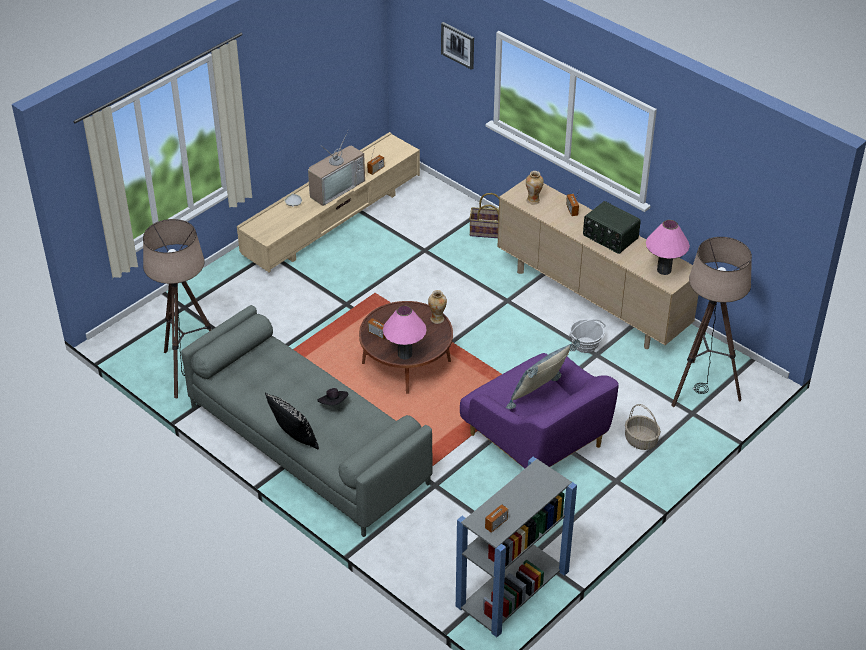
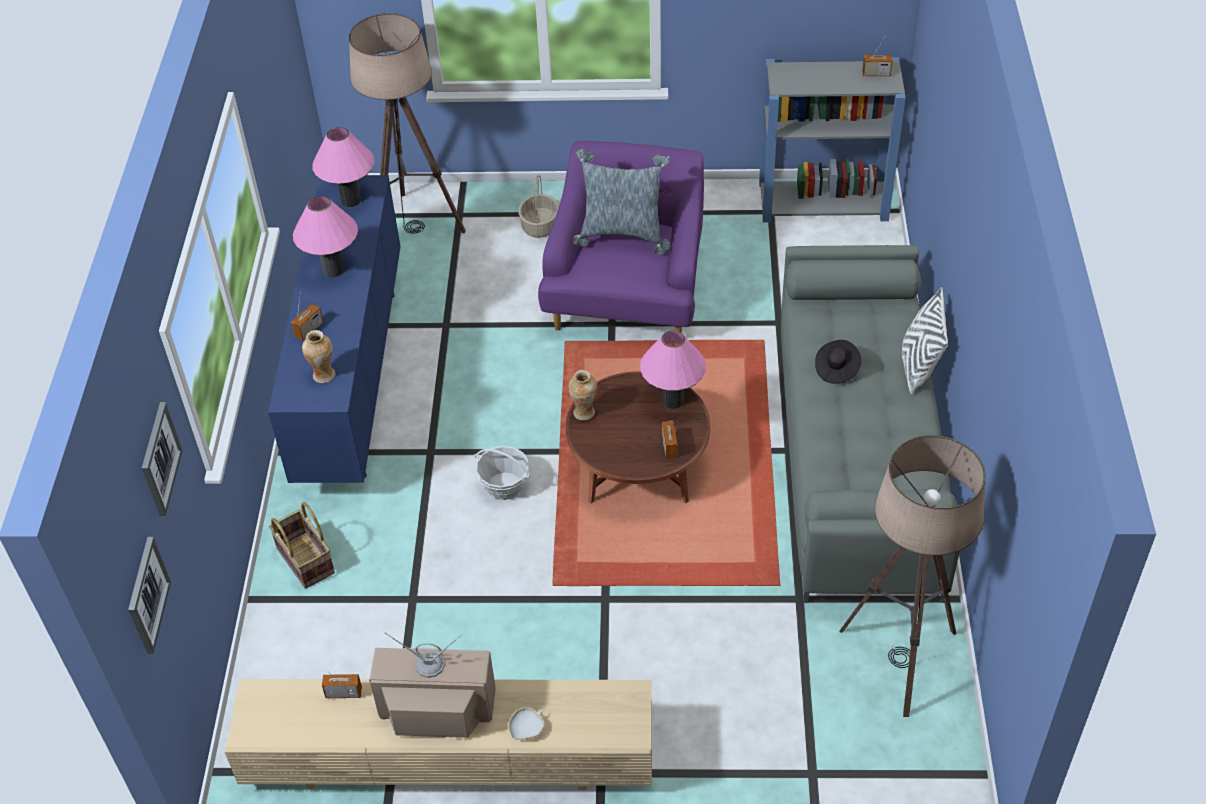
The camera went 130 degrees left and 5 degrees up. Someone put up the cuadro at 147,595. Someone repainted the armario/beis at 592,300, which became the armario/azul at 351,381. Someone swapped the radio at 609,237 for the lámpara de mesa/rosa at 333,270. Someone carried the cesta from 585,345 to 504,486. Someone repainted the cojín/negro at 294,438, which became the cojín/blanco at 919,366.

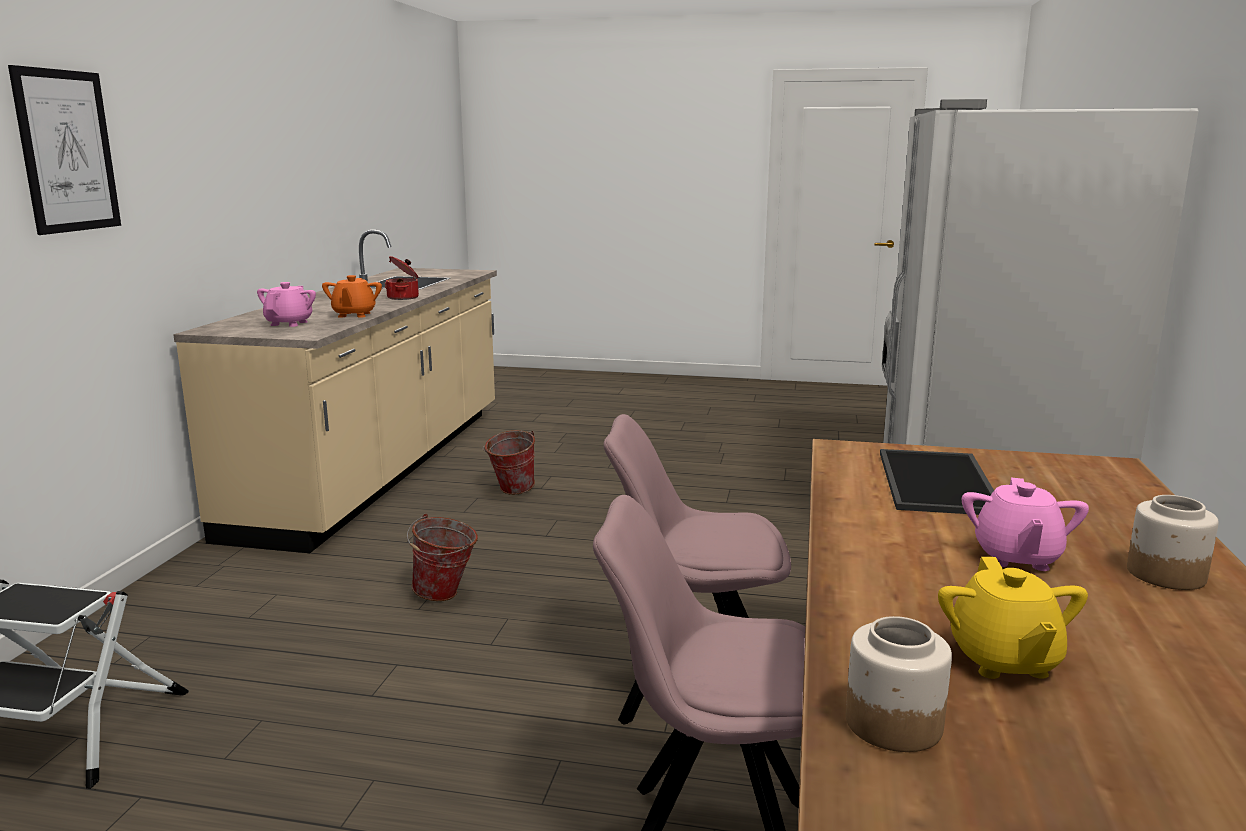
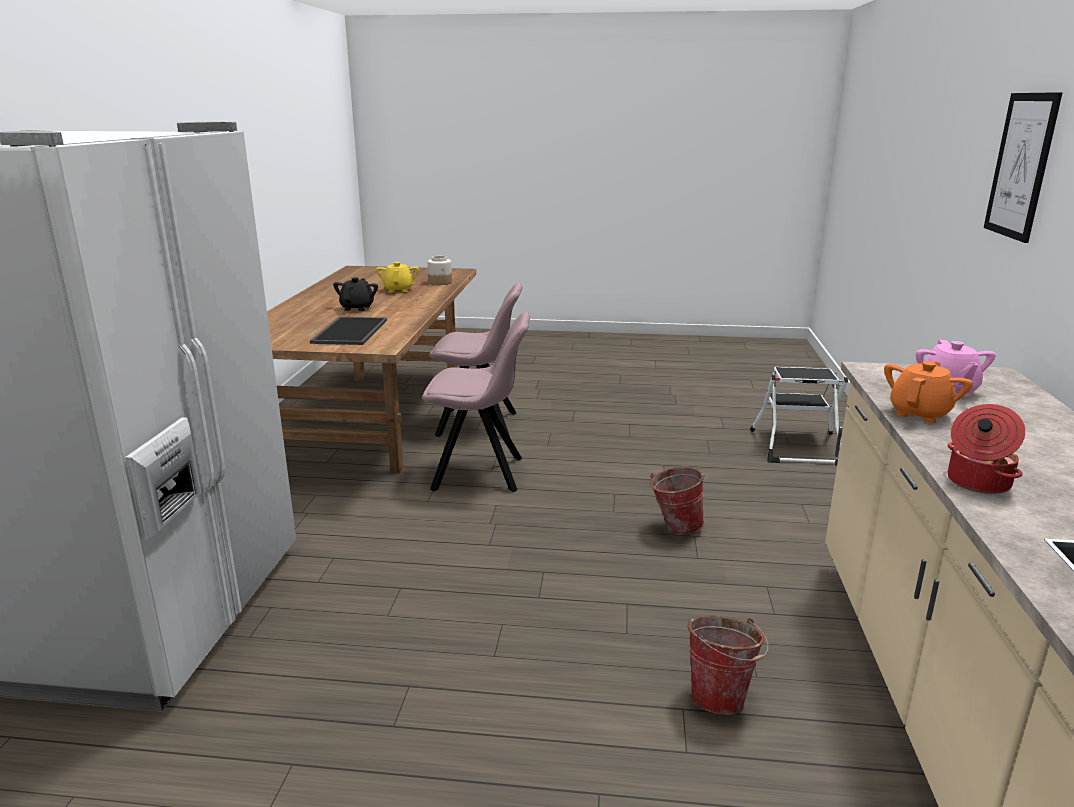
The camera went 175 degrees right and 5 degrees up. Someone repainted the tetera/rosa at 1016,557, which became the tetera/negro at 357,308. Someone rotated the tetera/naranja at 354,315 by 45 degrees clockwise. Someone took away the tarro at 1165,574.

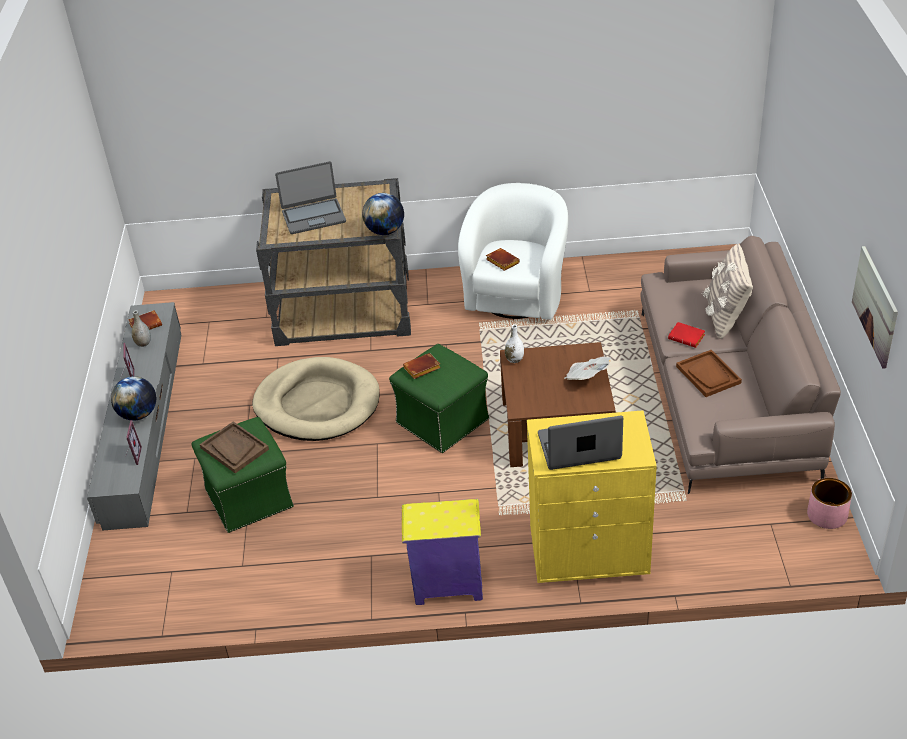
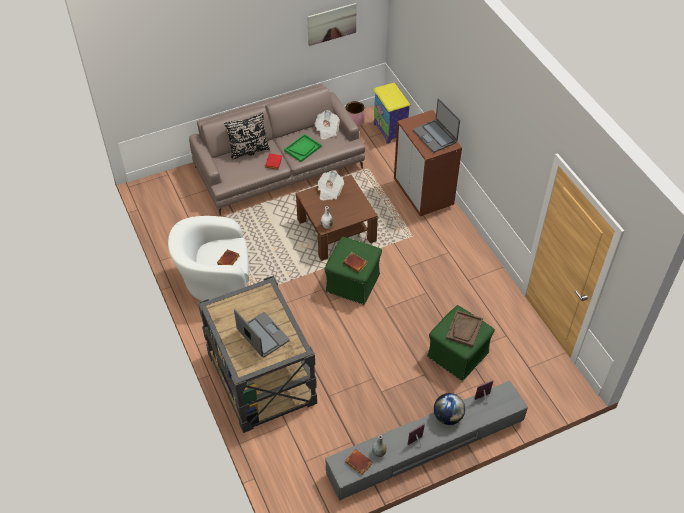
The camera went 115 degrees left and 10 degrees up. Someone repainted the cojín/beis at 724,317, which became the cojín/negro at 249,151. Someone repainted the bandeja/marrón at 708,375, which became the bandeja/verde at 302,148. Someone put down the periódico at 327,130. Someone carried the mesita de noche from 446,584 to 389,131. Someone repainted the armario/amarillo at 587,557, which became the armario/marrón at 423,195. Someone took away the cama para perro/beis at 317,404. Someone took away the globo terráqueo at 385,231.

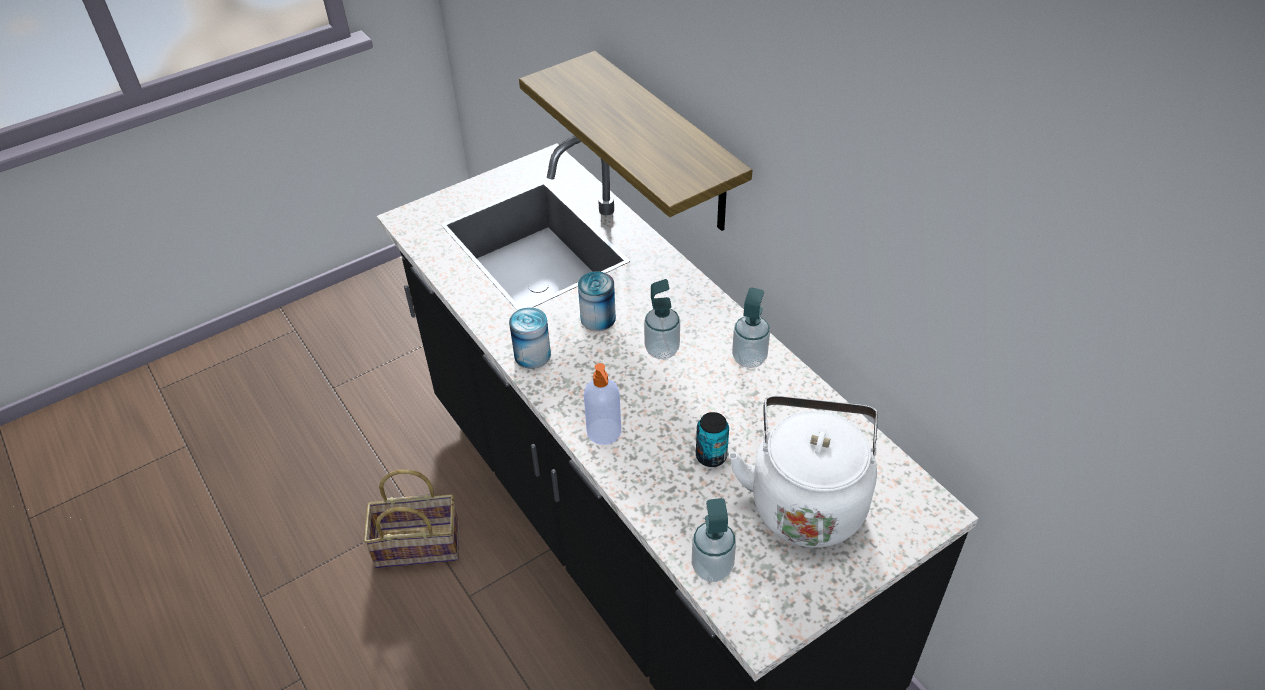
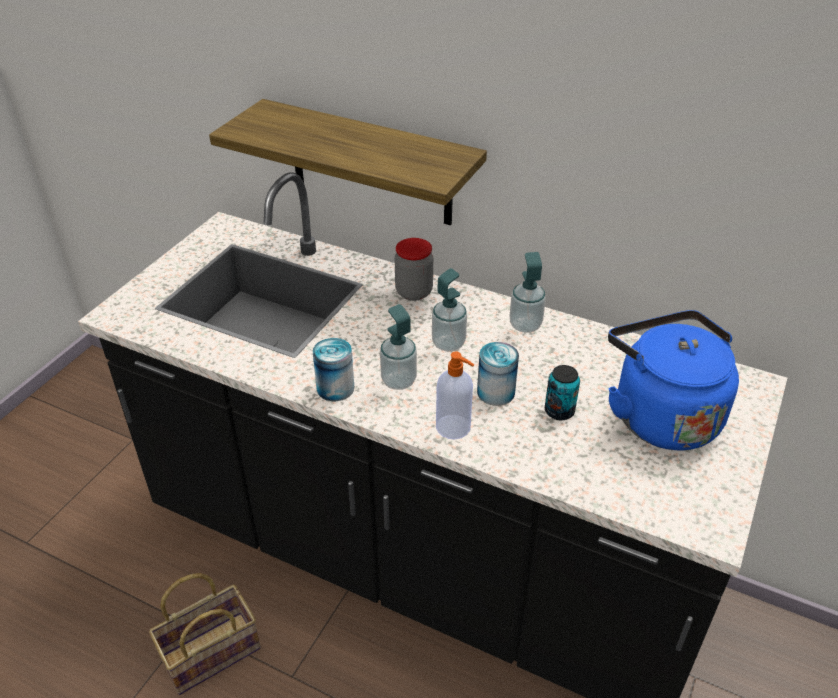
The camera went 30 degrees left and 5 degrees down. Someone carried the dispensador de jabón from 712,567 to 398,381. Someone put down the tarro at 414,292. Someone carried the lata from 598,318 to 496,392. Someone repainted the hervidor/blanco at 806,500, which became the hervidor/azul at 660,415.

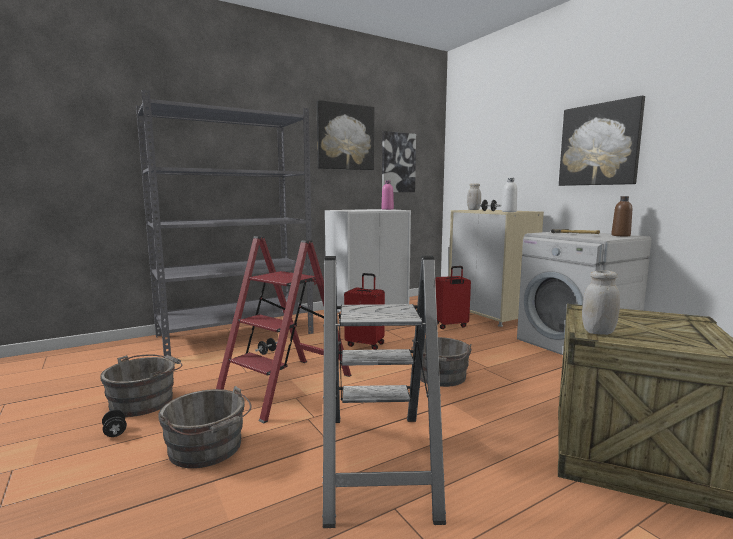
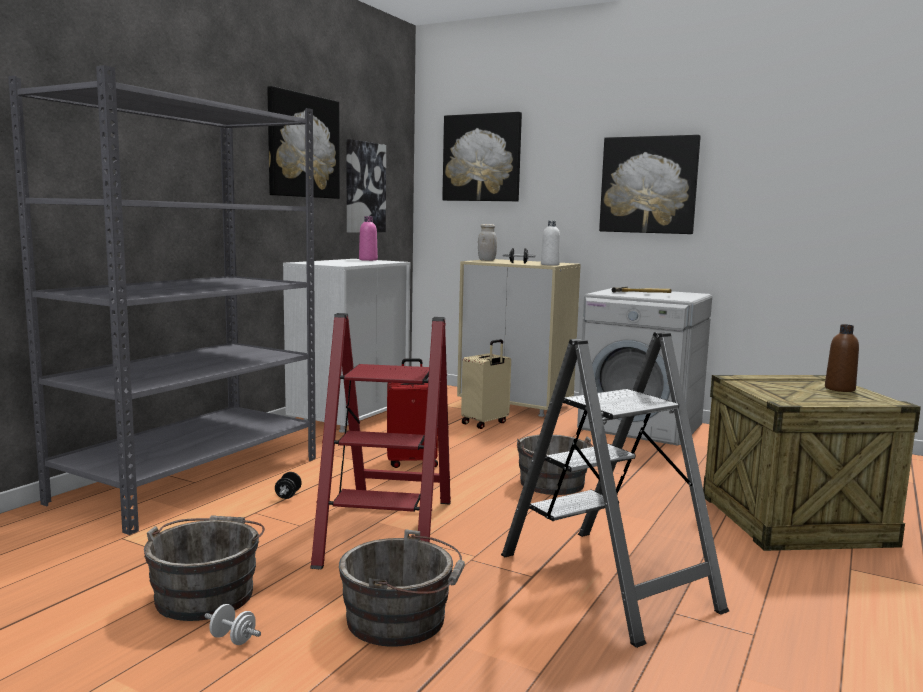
The camera went 30 degrees left and 0 degrees up. Someone repainted the mancuerna/negro at 115,432, which became the mancuerna/blanco at 233,639. Someone put up the cuadro at 482,158. Someone repainted the maleta/rojo at 450,326, which became the maleta/beis at 485,423. Someone carried the botella/marrón from 620,235 to 839,389. Someone took away the tarro/blanco at 598,332.

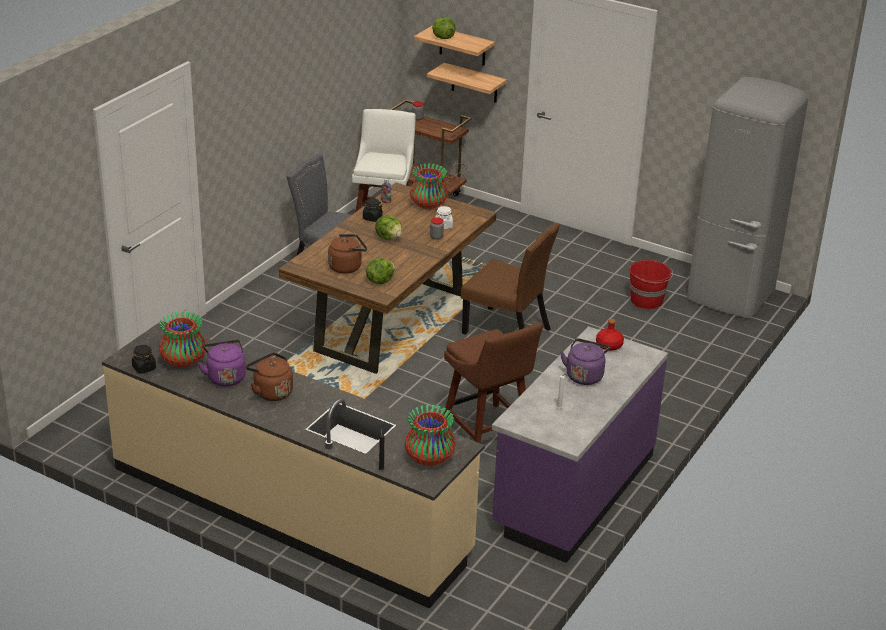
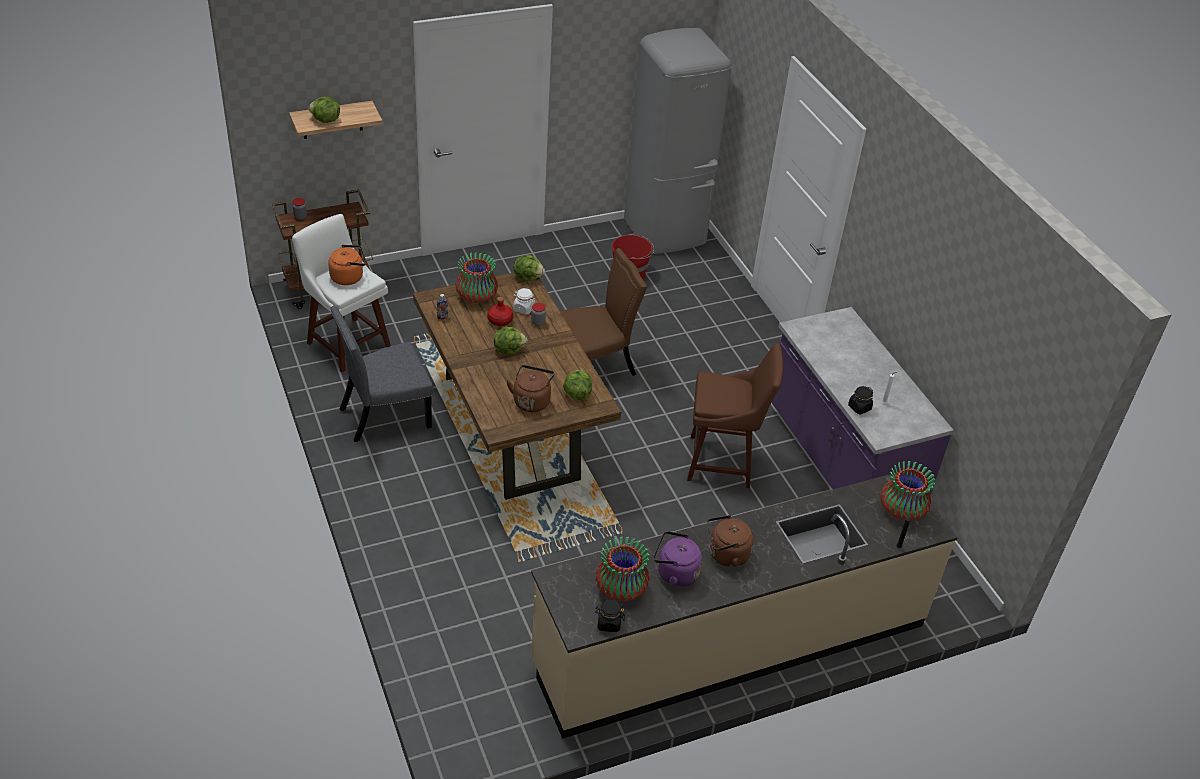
The camera went 55 degrees left and 10 degrees up. Someone put down the hervidor/naranja at 349,277. Someone carried the botella/rojo from 608,345 to 499,320. Someone put down the lechuga at 528,277. Someone carried the tarro/negro from 372,218 to 859,407. Someone took away the estante at 474,83. Someone took away the hervidor/morado at 584,375.

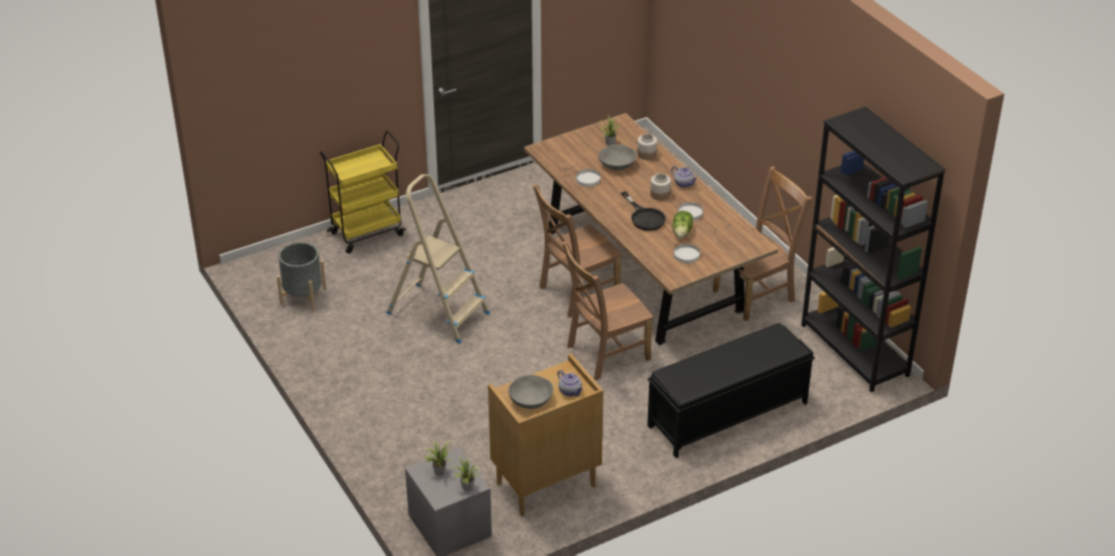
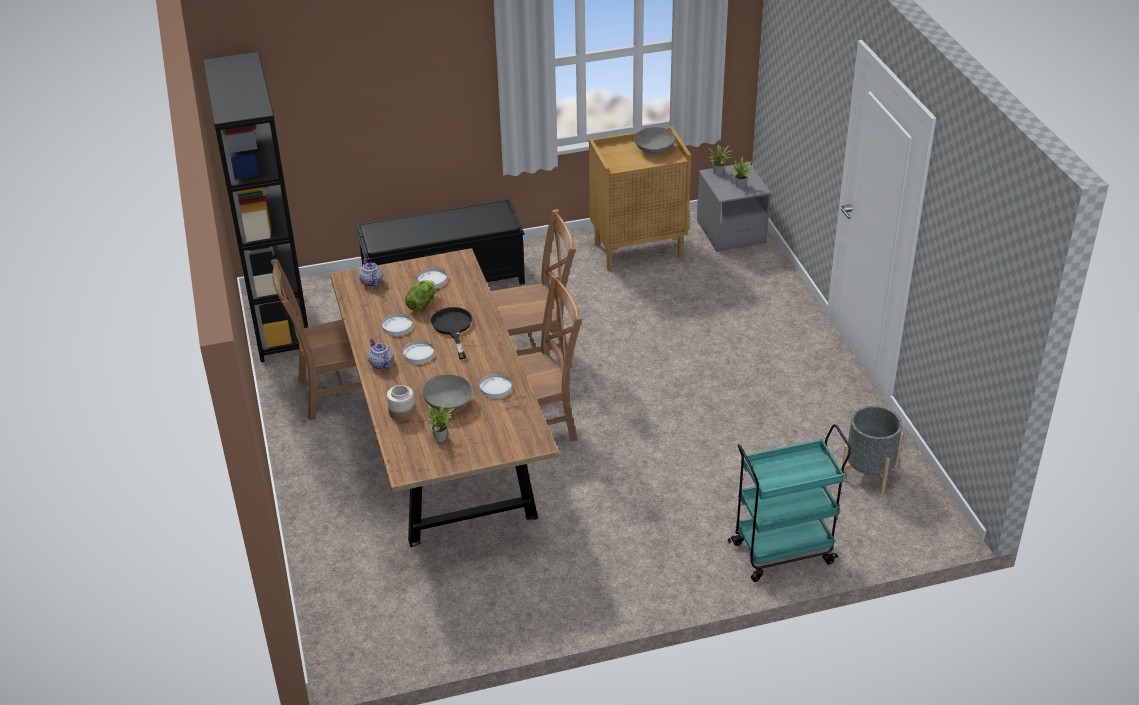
The camera went 165 degrees left and 0 degrees up. Someone carried the tetera from 570,391 to 371,282. Someone swapped the tarro at 660,195 for the plato/blanco at 418,353. Someone repainted the carrito/amarillo at 367,234, which became the carrito/turquesa at 781,553. Someone took away the escalera de tijera/beis at 439,313.

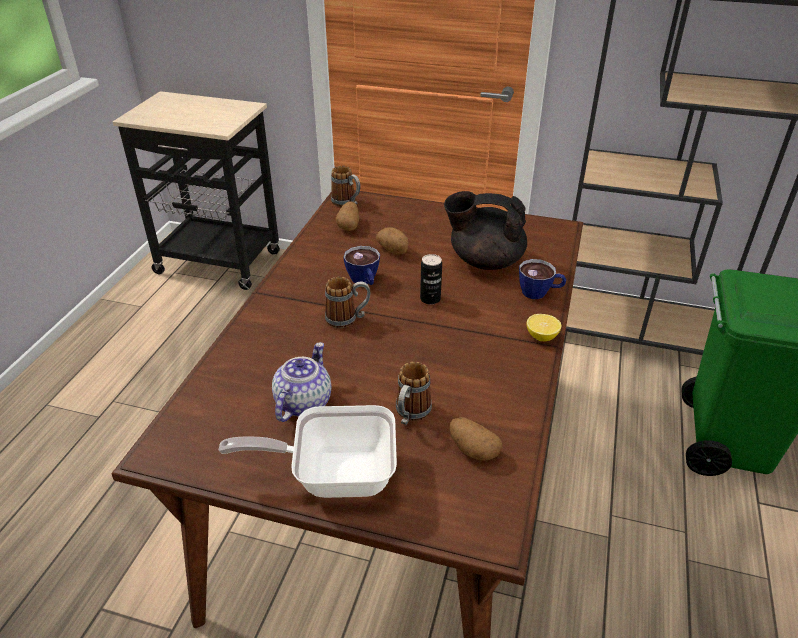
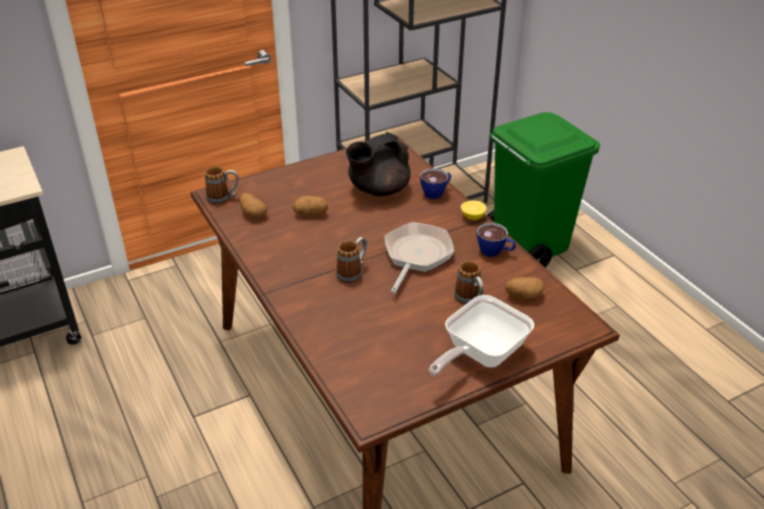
The camera went 45 degrees left and 0 degrees up. Someone put down the sartén at 416,256. Someone carried the taza from 364,281 to 495,252. Someone took away the tetera at 303,402. Someone took away the lata at 430,299.

